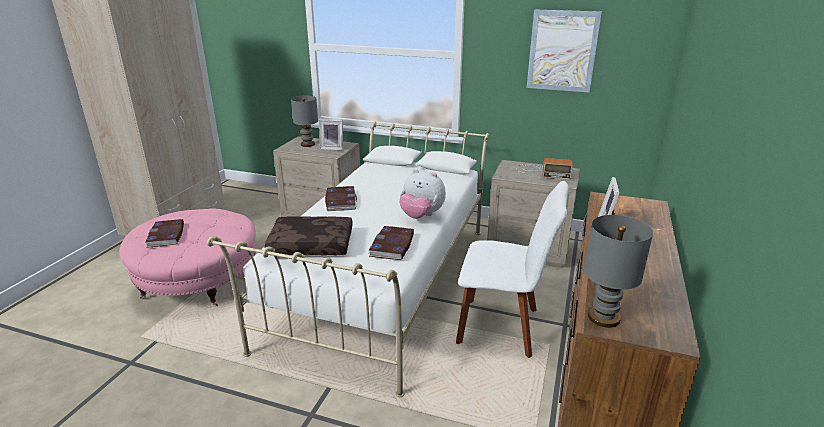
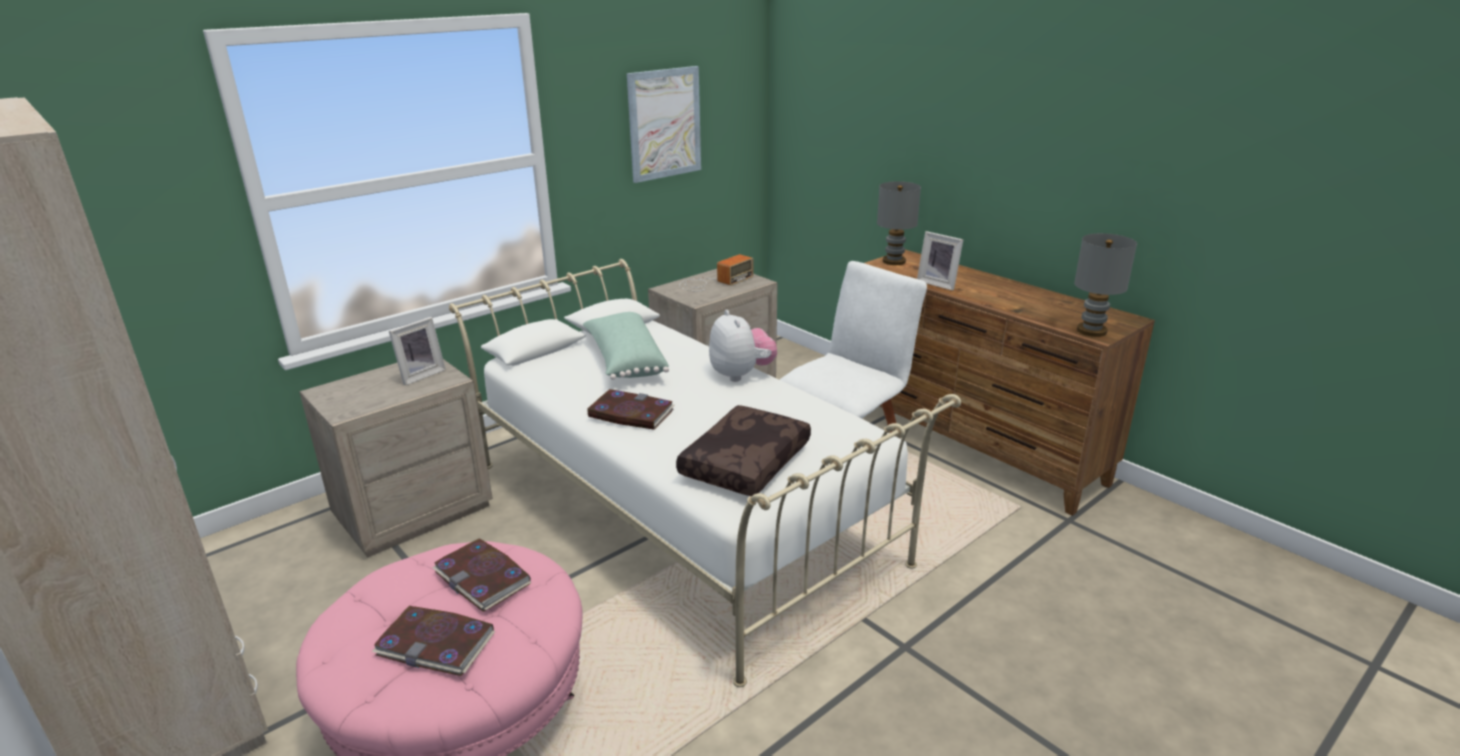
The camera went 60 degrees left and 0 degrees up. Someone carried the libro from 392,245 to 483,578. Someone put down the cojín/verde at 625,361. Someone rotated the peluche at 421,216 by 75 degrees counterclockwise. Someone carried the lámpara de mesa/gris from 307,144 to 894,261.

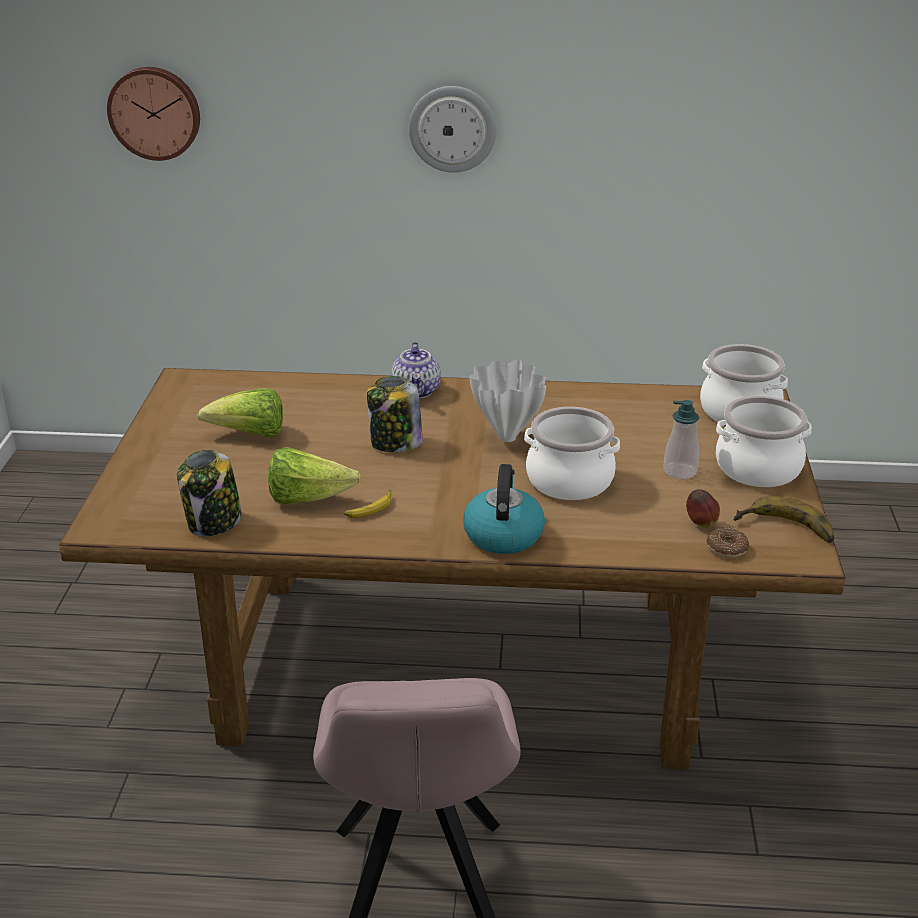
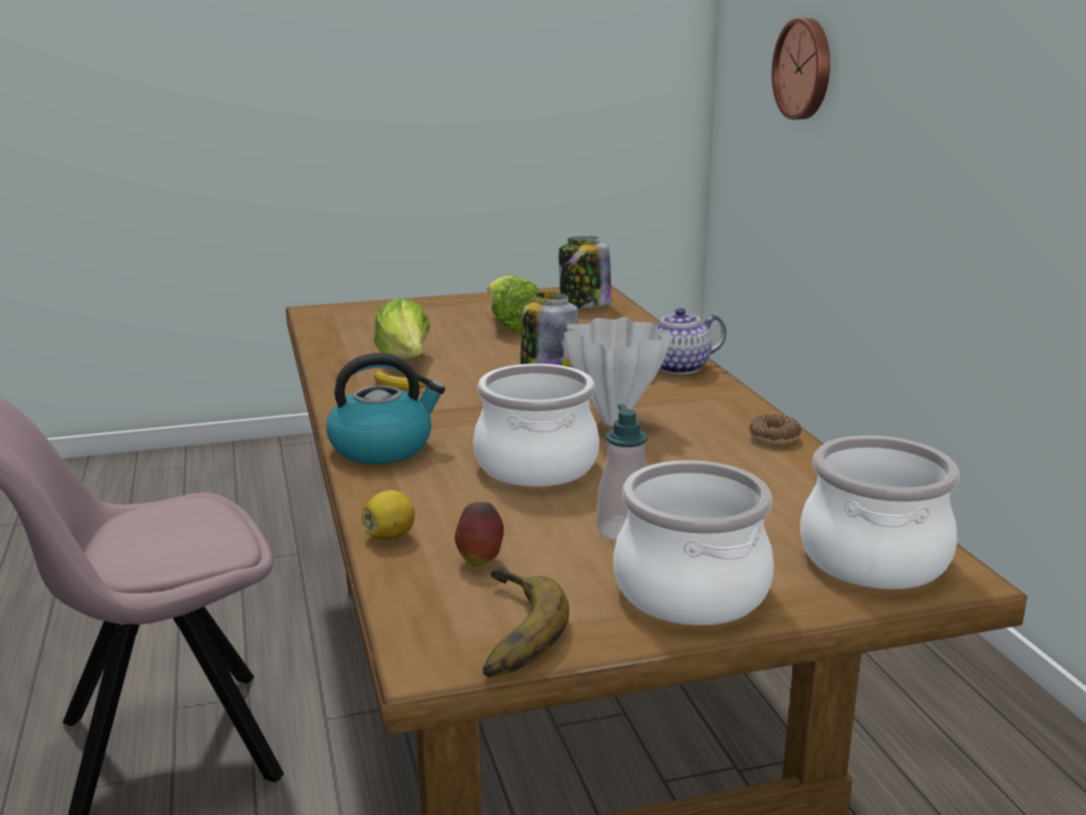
The camera went 70 degrees right and 10 degrees down. Someone put down the limón at 390,536. Someone carried the tarro from 214,523 to 584,305. Someone carried the rosquilla from 726,548 to 774,438. Someone took away the reloj de pared at 452,128.

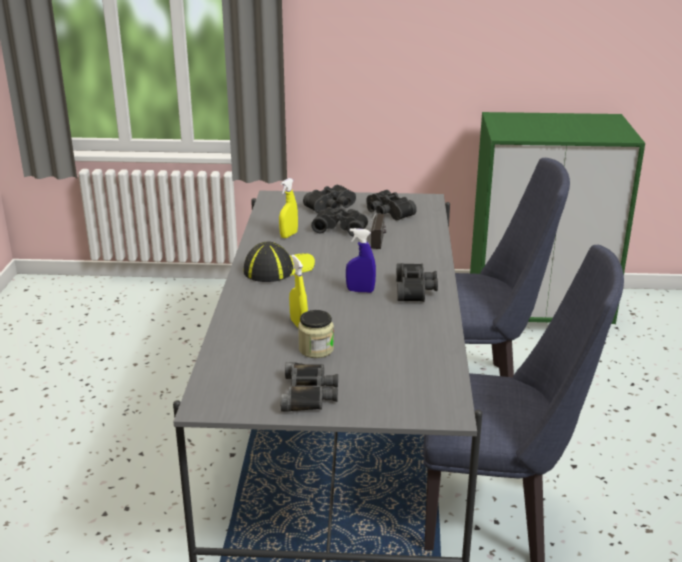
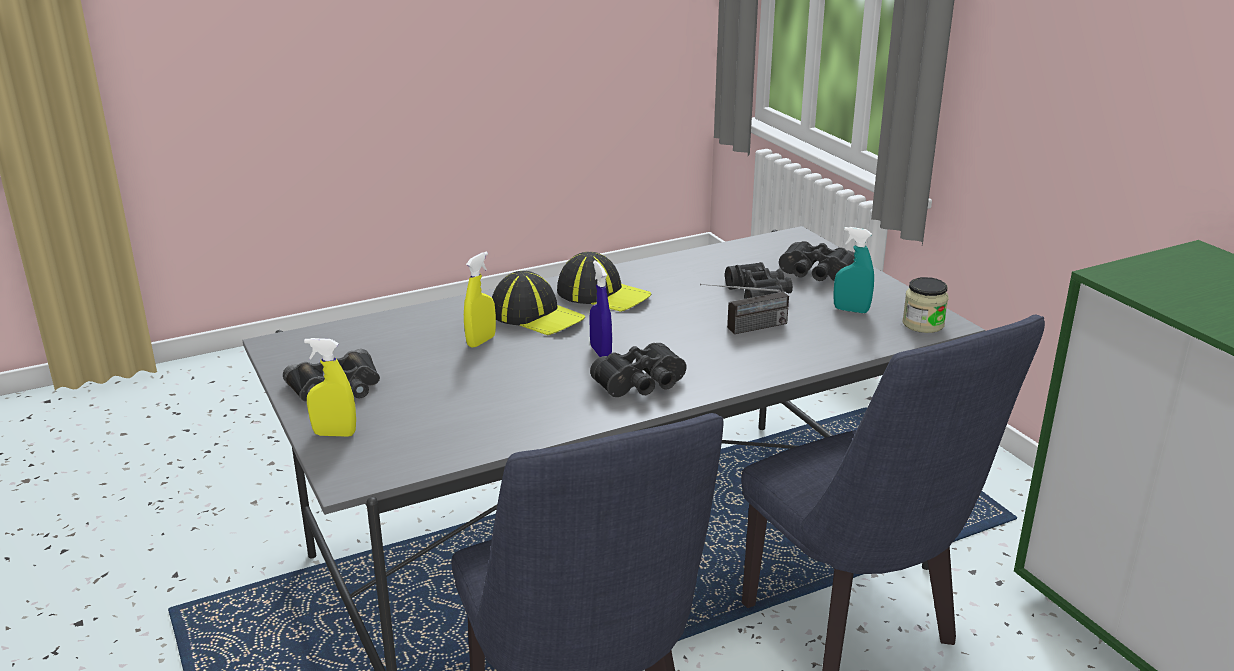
The camera went 60 degrees right and 0 degrees up. Someone carried the pulverizador/amarillo from 289,235 to 334,434. Someone put down the gorra at 536,316. Someone swapped the prismáticos/negro at 387,213 for the pulverizador/turquesa at 851,310. Someone carried the tarro from 316,349 to 923,324.

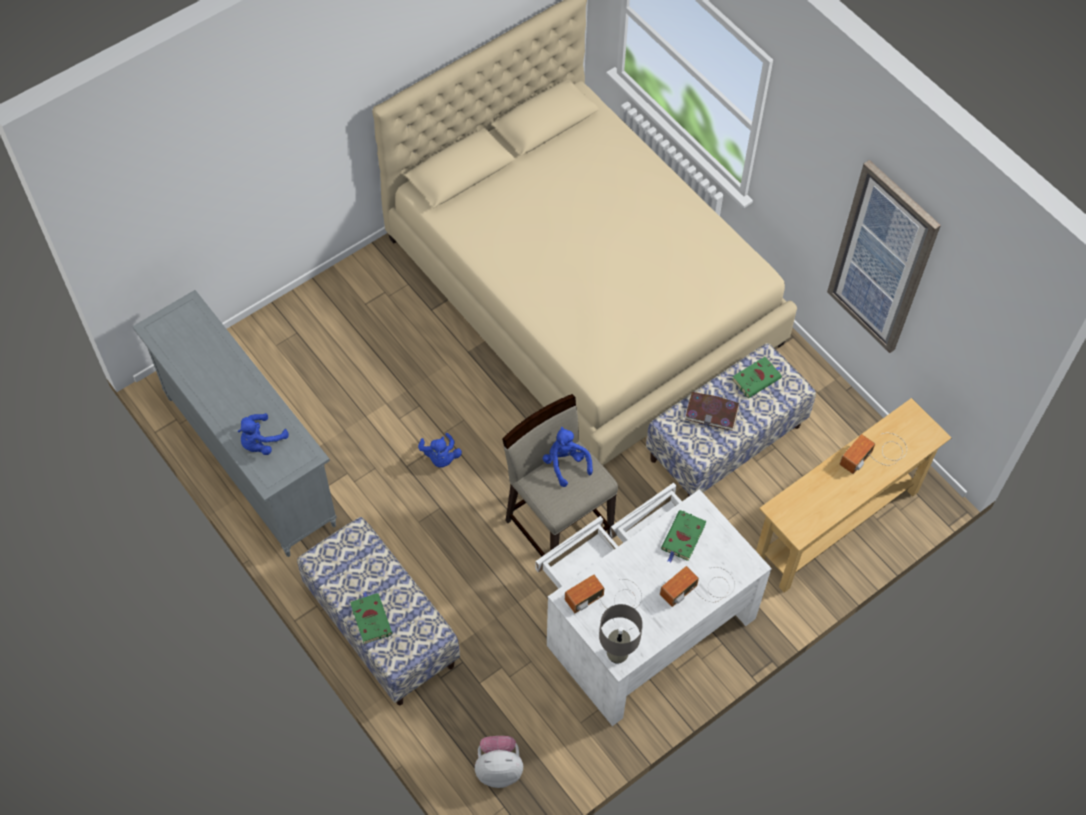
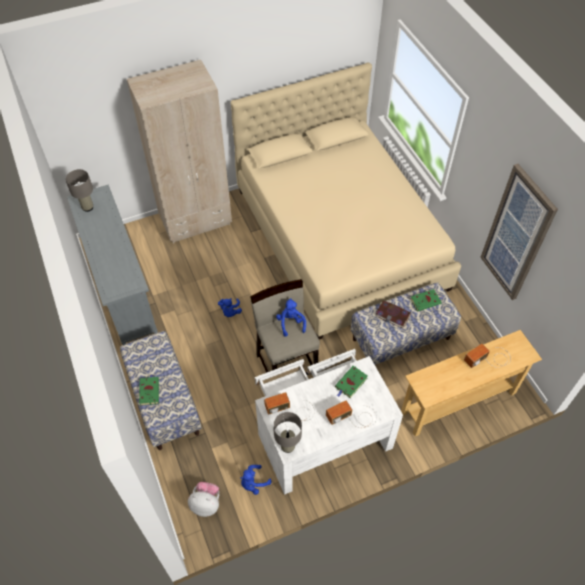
The camera went 15 degrees right and 5 degrees down. Someone put down the lámpara de mesa/gris at 87,207. Someone put down the armario ropero/beis at 196,220. Someone carried the peluche/azul from 261,442 to 253,483.

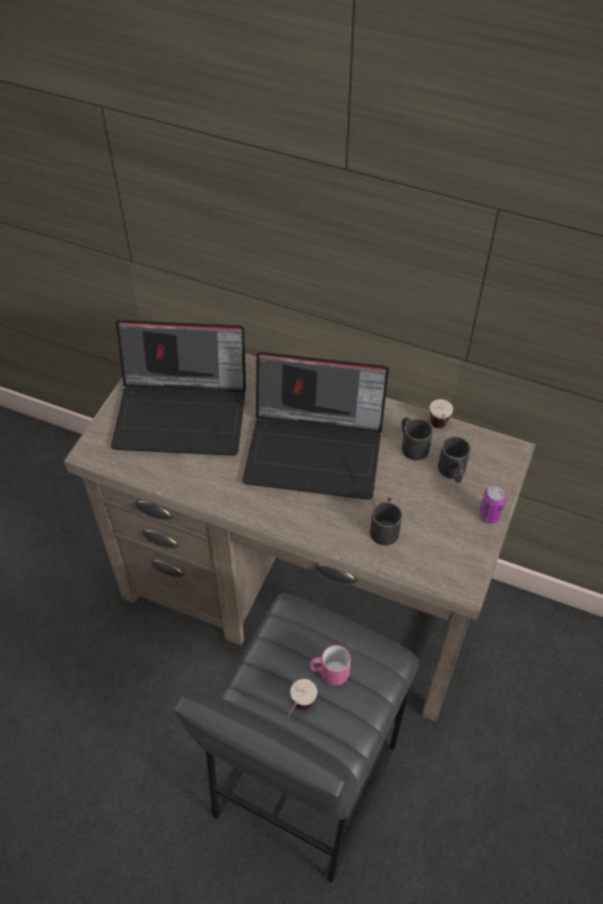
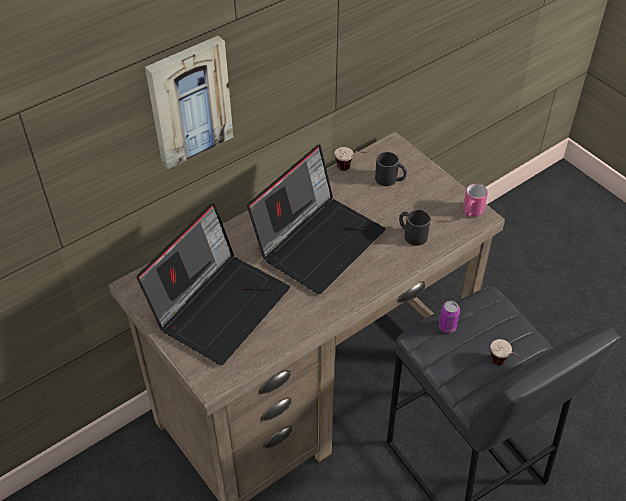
The camera went 60 degrees left and 5 degrees down. Someone put up the cuadro at 188,101. Someone carried the lata from 489,515 to 447,327. Someone carried the taza grande/rosa from 329,673 to 471,212. Someone took away the taza grande/negro at 411,445.

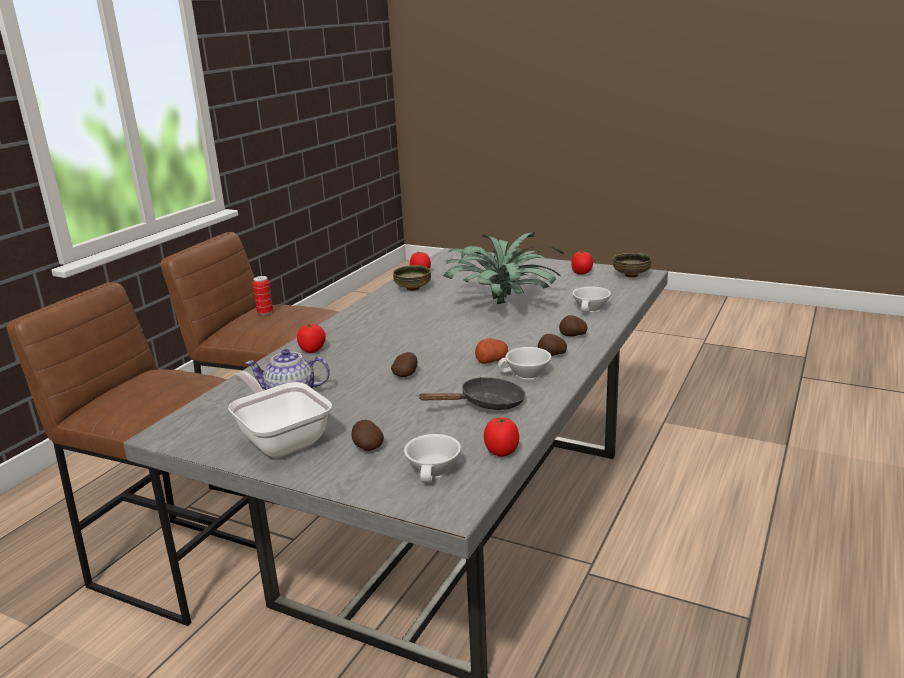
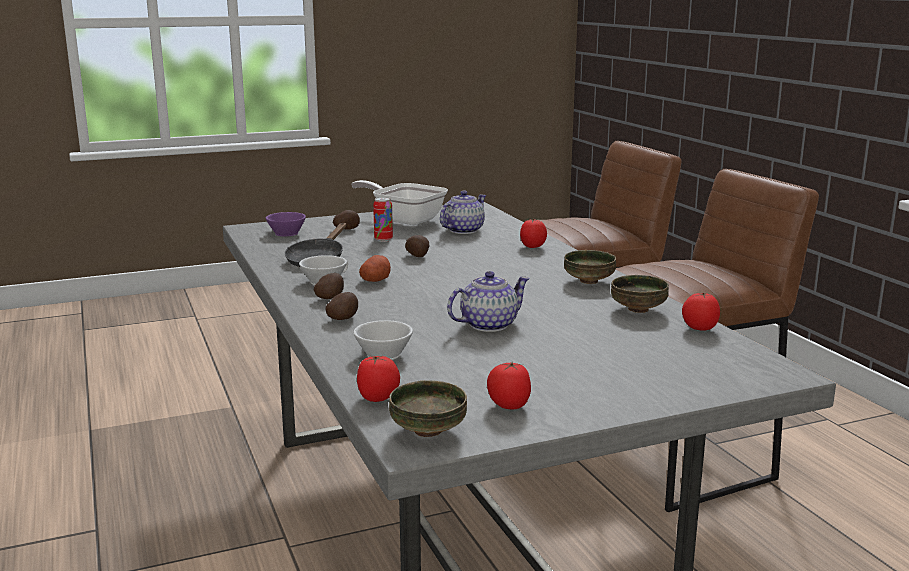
The camera went 130 degrees right and 5 degrees down. Someone repainted the taza/blanco at 435,470, which became the taza/morado at 284,233. Someone rotated the sartén at 281,439 by 150 degrees counterclockwise. Someone carried the tomate from 501,452 to 378,398. Someone carried the lata from 265,313 to 383,240. Someone swapped the planta en maceta at 504,305 for the tetera at 488,325. Someone put down the cuenco at 589,281.

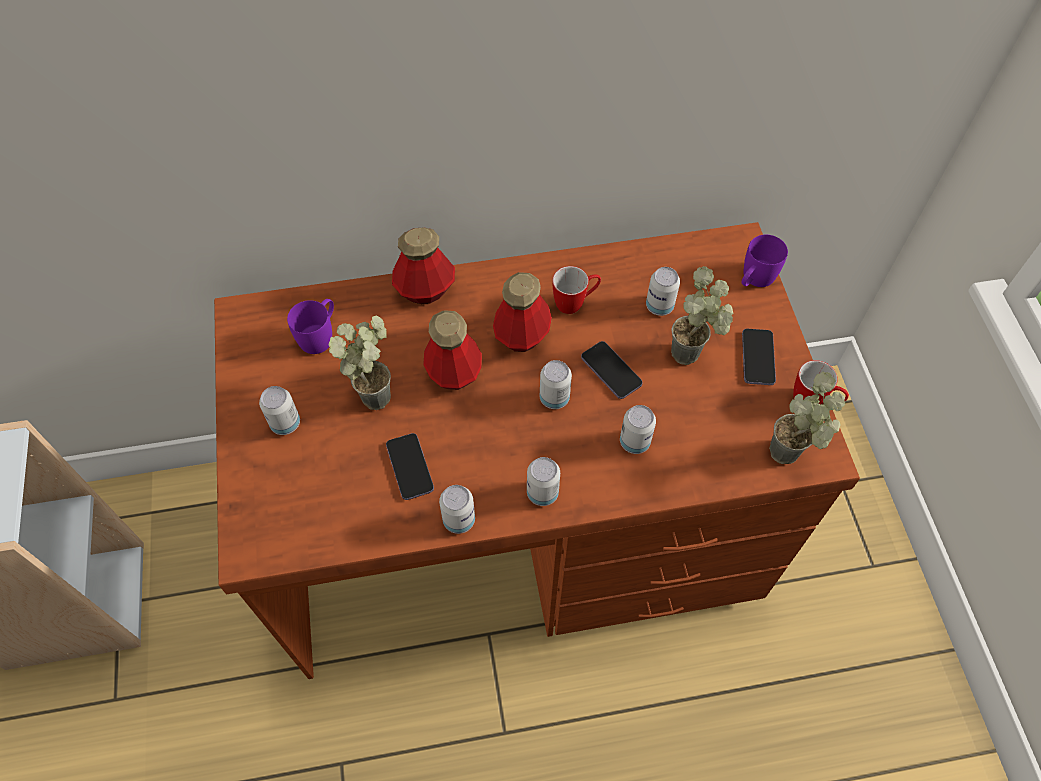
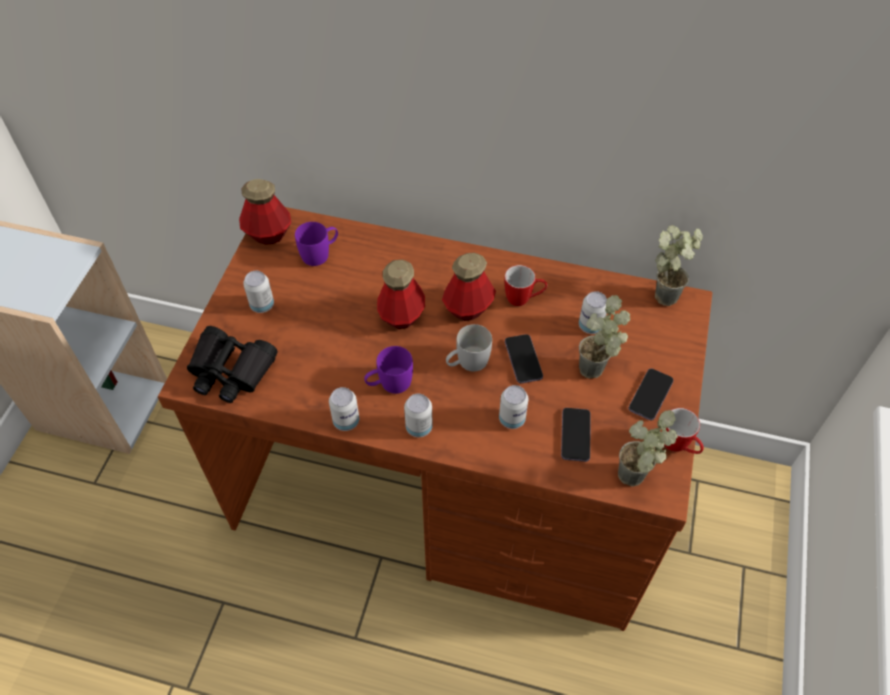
The camera went 25 degrees right and 5 degrees down. Someone put down the prismáticos/negro at 230,371. Someone carried the botella from 425,290 to 268,234. Someone carried the taza grande/morado from 754,279 to 389,384. Someone swapped the lata at 554,398 for the taza grande/blanco at 467,362. Someone carried the móvil from 410,467 to 575,435. Someone carried the planta en maceta from 375,390 to 666,292.

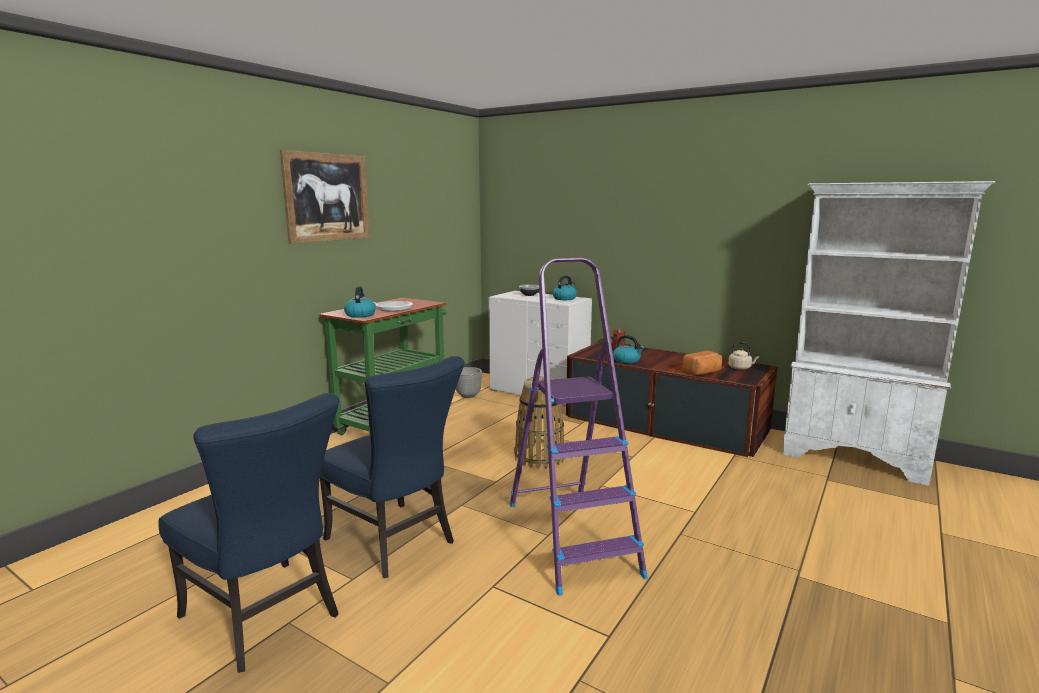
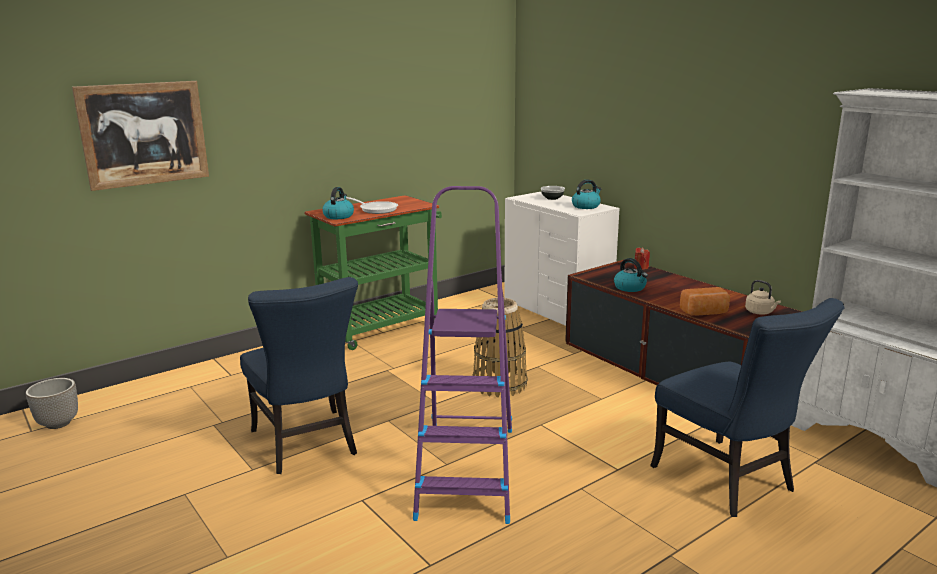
The camera went 20 degrees right and 5 degrees up. Someone carried the maceta from 468,395 to 58,423. Someone carried the cuadro from 327,197 to 144,134. Someone carried the silla/azul from 267,618 to 729,481.

